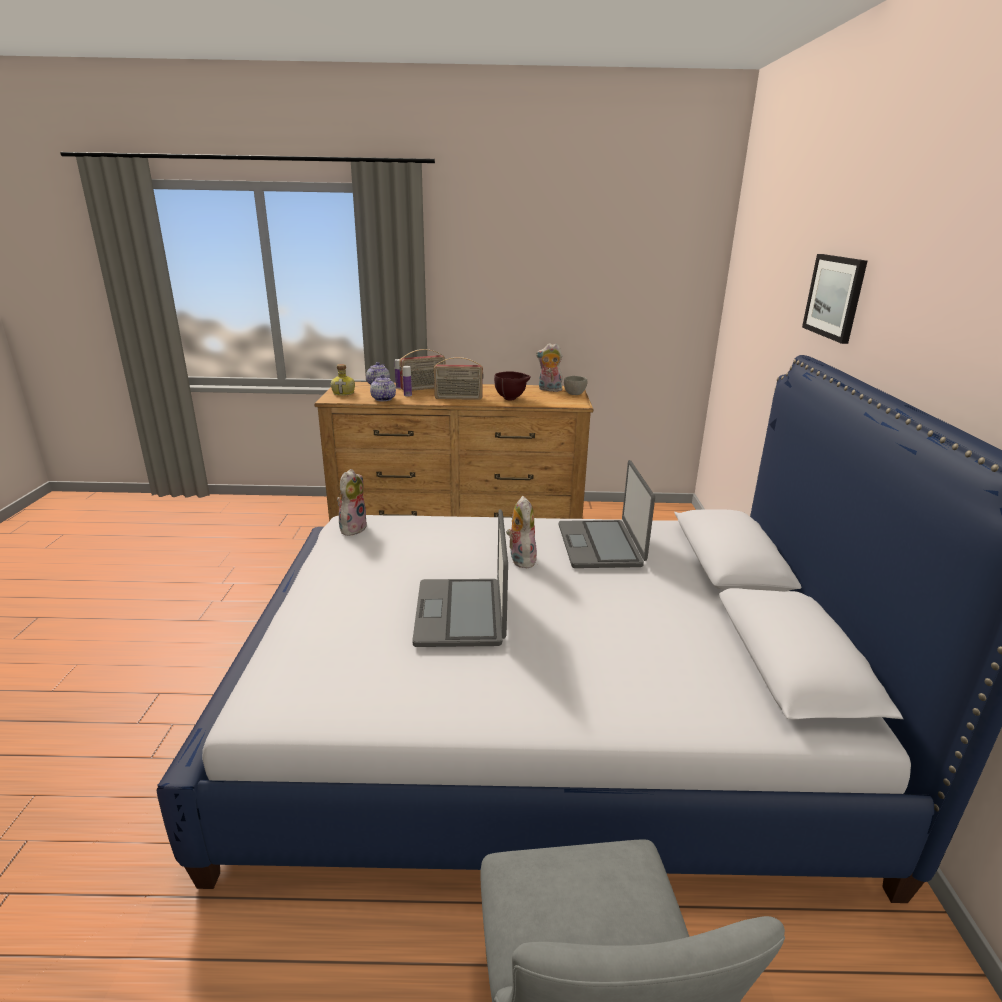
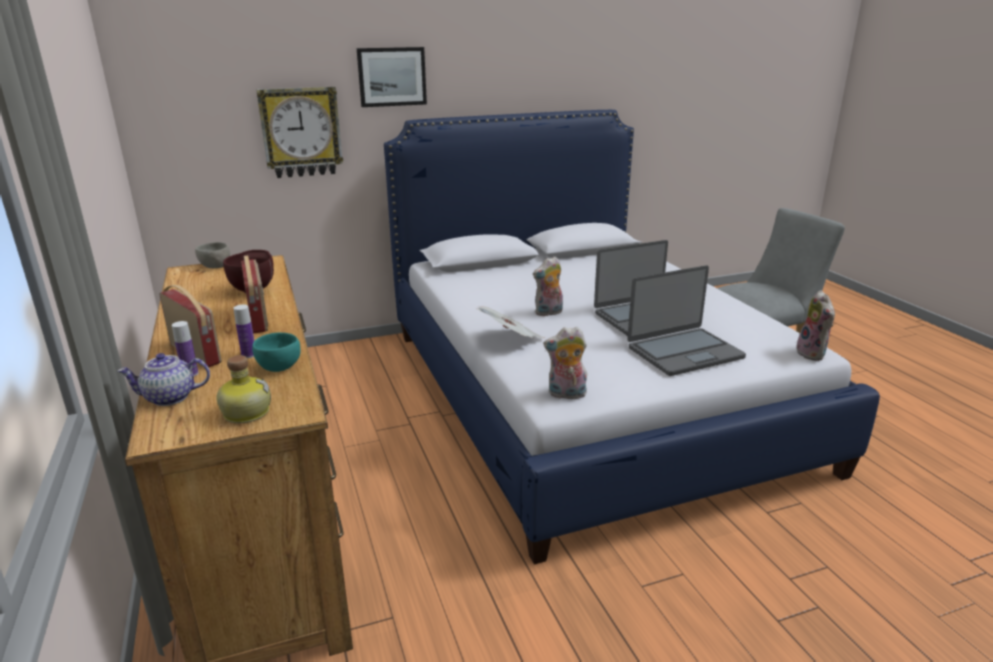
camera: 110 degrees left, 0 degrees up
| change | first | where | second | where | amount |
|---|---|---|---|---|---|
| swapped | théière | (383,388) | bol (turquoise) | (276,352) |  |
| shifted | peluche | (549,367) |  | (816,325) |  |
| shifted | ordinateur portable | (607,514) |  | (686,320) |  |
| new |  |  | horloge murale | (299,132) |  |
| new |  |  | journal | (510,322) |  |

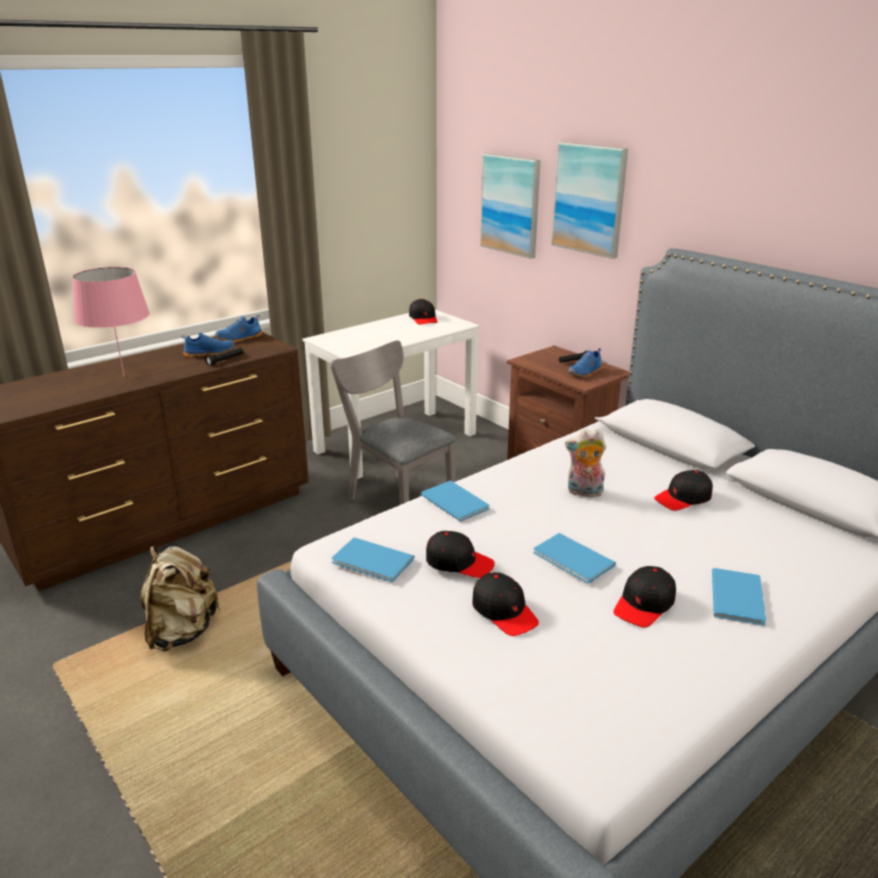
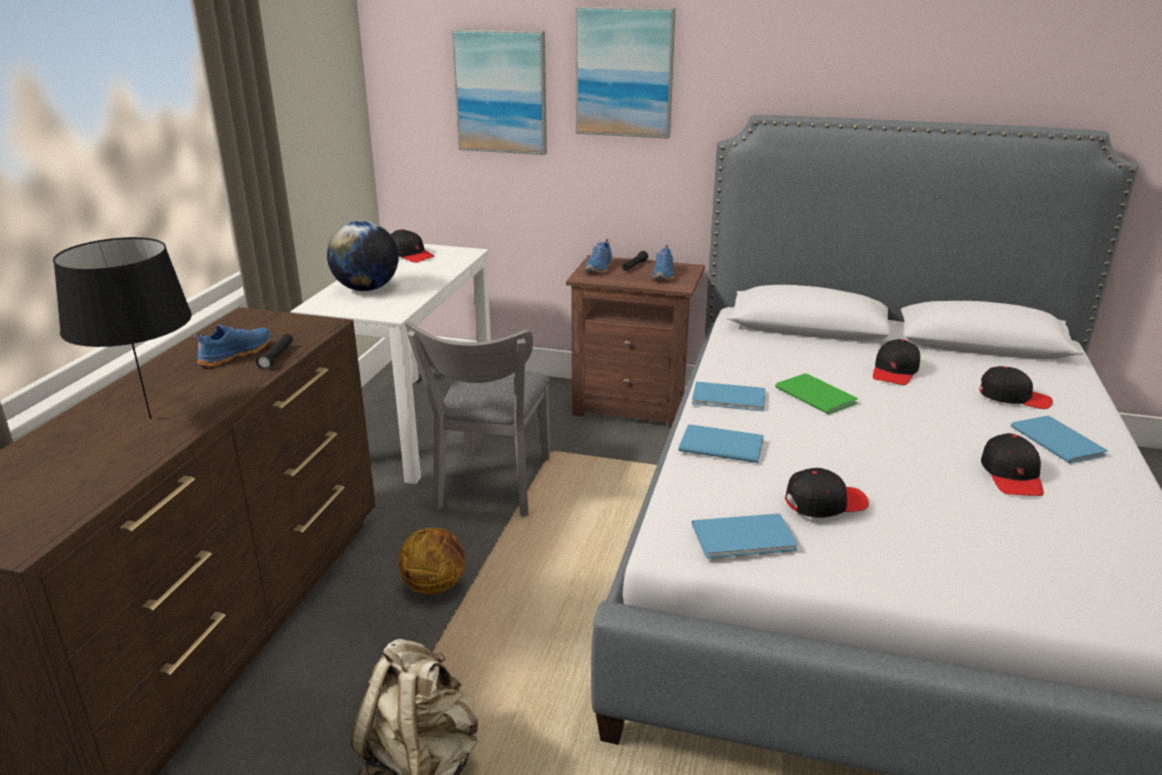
camera: 35 degrees left, 0 degrees up
| change | first | where | second | where | amount |
|---|---|---|---|---|---|
| repainted | lampe de table (rose) | (111,321) | lampe de table (noir) | (122,328) |  |
| shifted | chaussure (bleu) | (238,328) |  | (598,256) |  |
| rotated | chaise (gris) | (394,422) |  | (477,419) | 90 degrees counterclockwise |
| shifted | casquette (noir) | (505,604) |  | (1016,387) |  |
| shifted | livre (bleu) | (574,558) |  | (729,396) |  |
| swapped | peluche | (585,463) | livre (vert) | (816,394) |  |
| new |  |  | globe | (363,256) |  |
| new |  |  | ballon de basket | (431,561) |  |

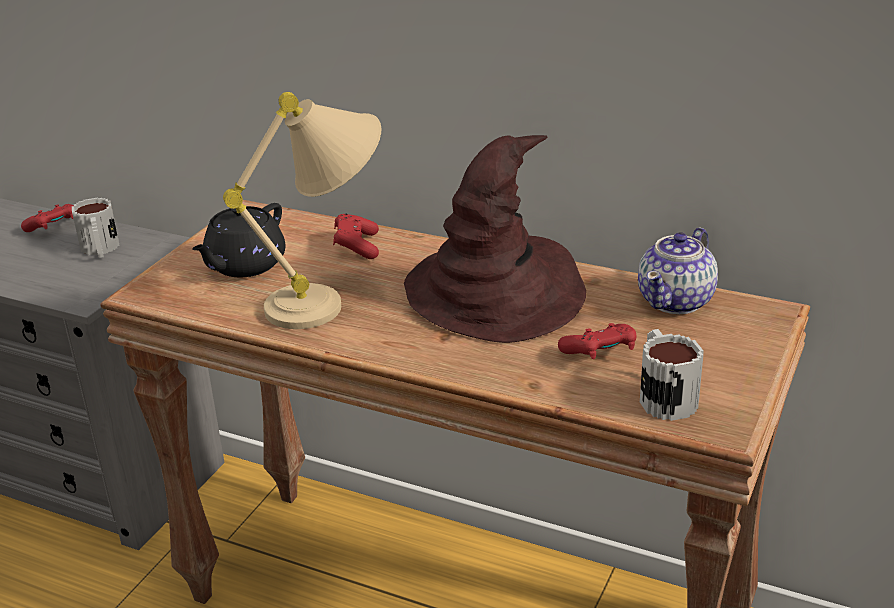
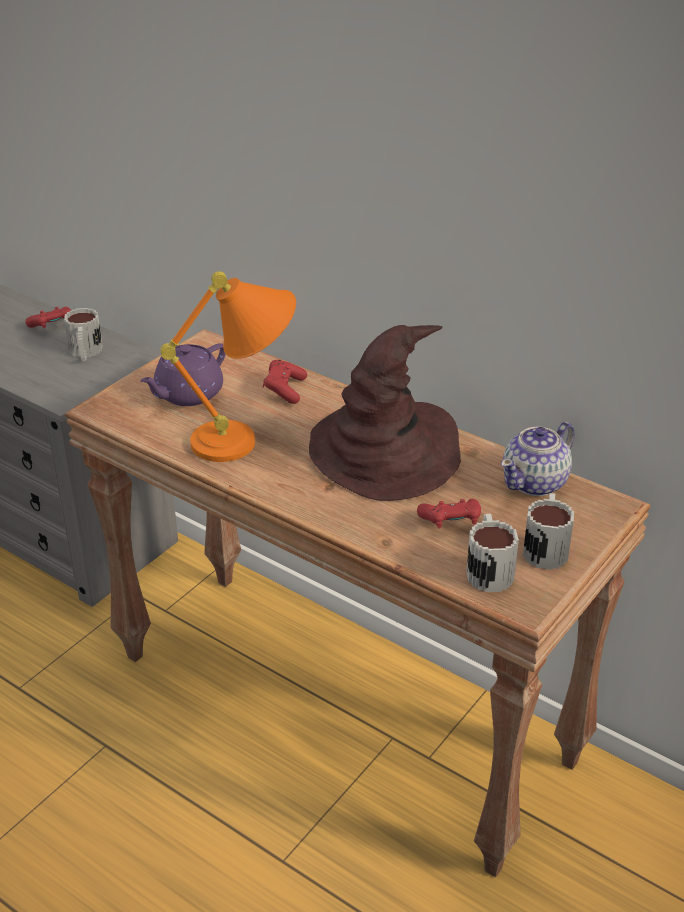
camera: 10 degrees right, 5 degrees up
| change | first | where | second | where | amount |
|---|---|---|---|---|---|
| repainted | théière (noir) | (239,240) | théière (violet) | (183,374) |  |
| repainted | lampe de table (beige) | (302,210) | lampe de table (orange) | (228,366) |  |
| new |  |  | mug | (548,531) |  |

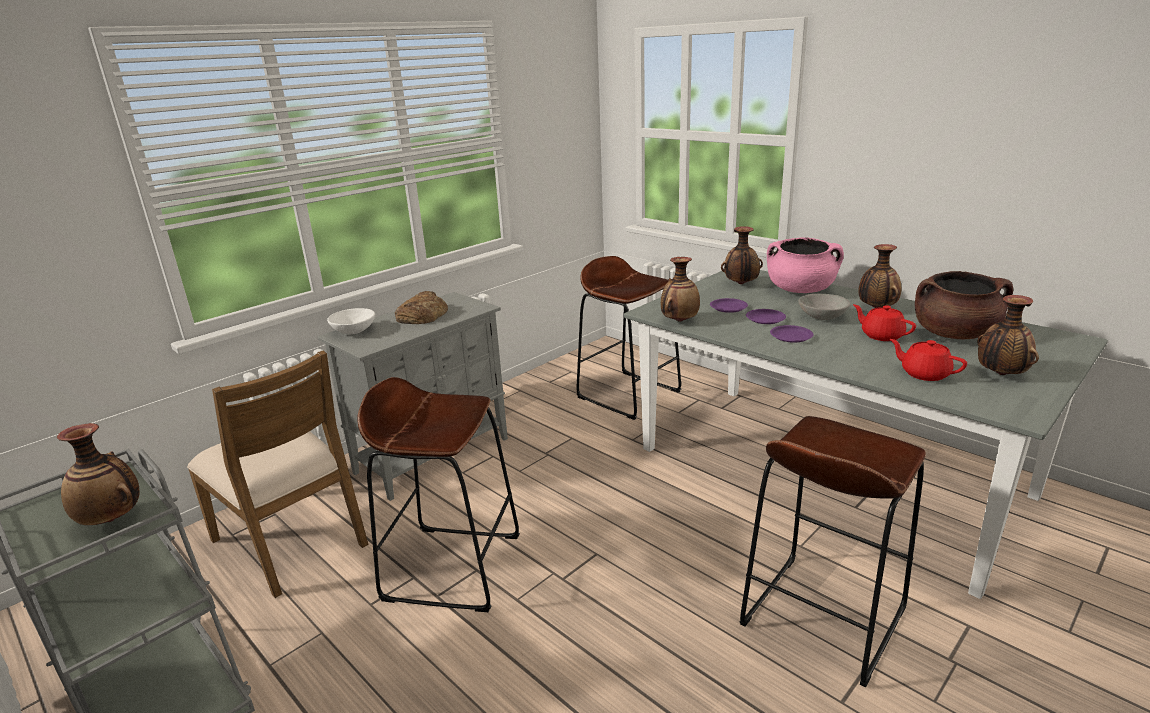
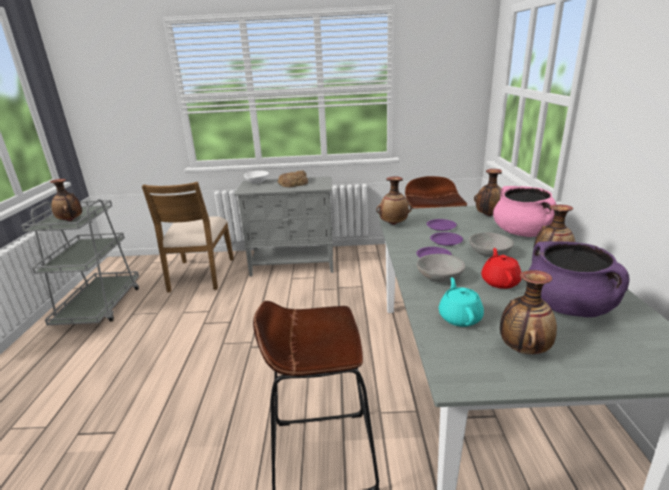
camera: 45 degrees right, 0 degrees up
| change | first | where | second | where | amount |
|---|---|---|---|---|---|
| gone | tabouret (marron) | (438,494) |  |  |  |
| repainted | théière (rouge) | (928,360) | théière (turquoise) | (461,302) |  |
| repainted | marmite (marron) | (964,305) | marmite (violet) | (578,279) |  |
| new |  |  | bol (gris) | (441,268) |  |

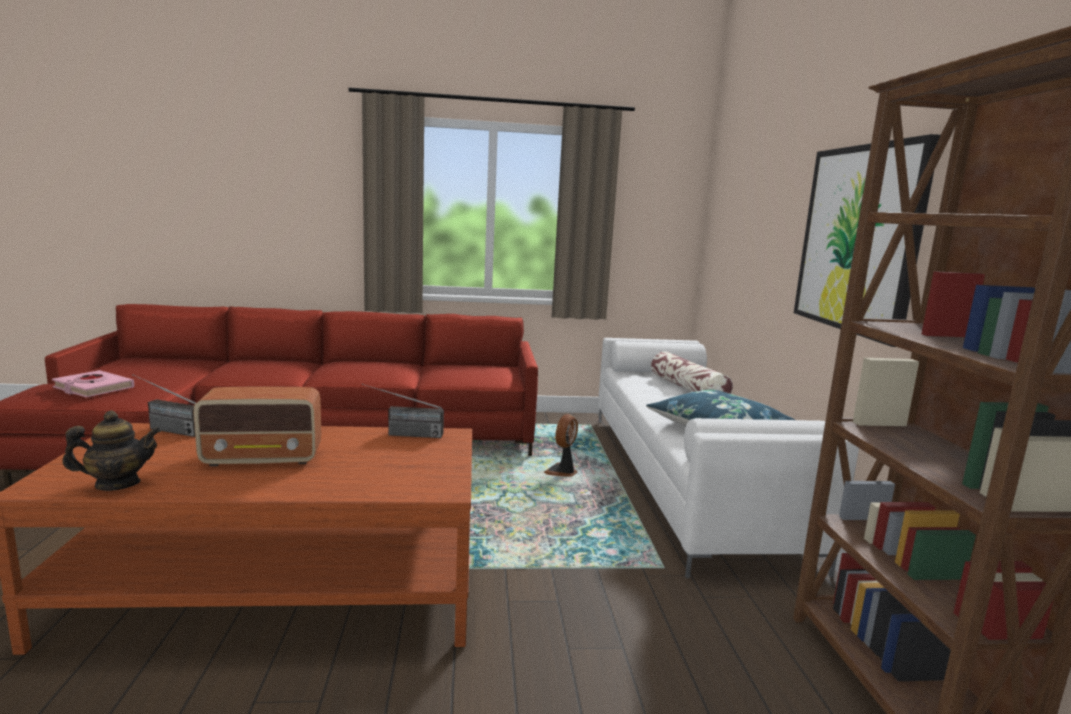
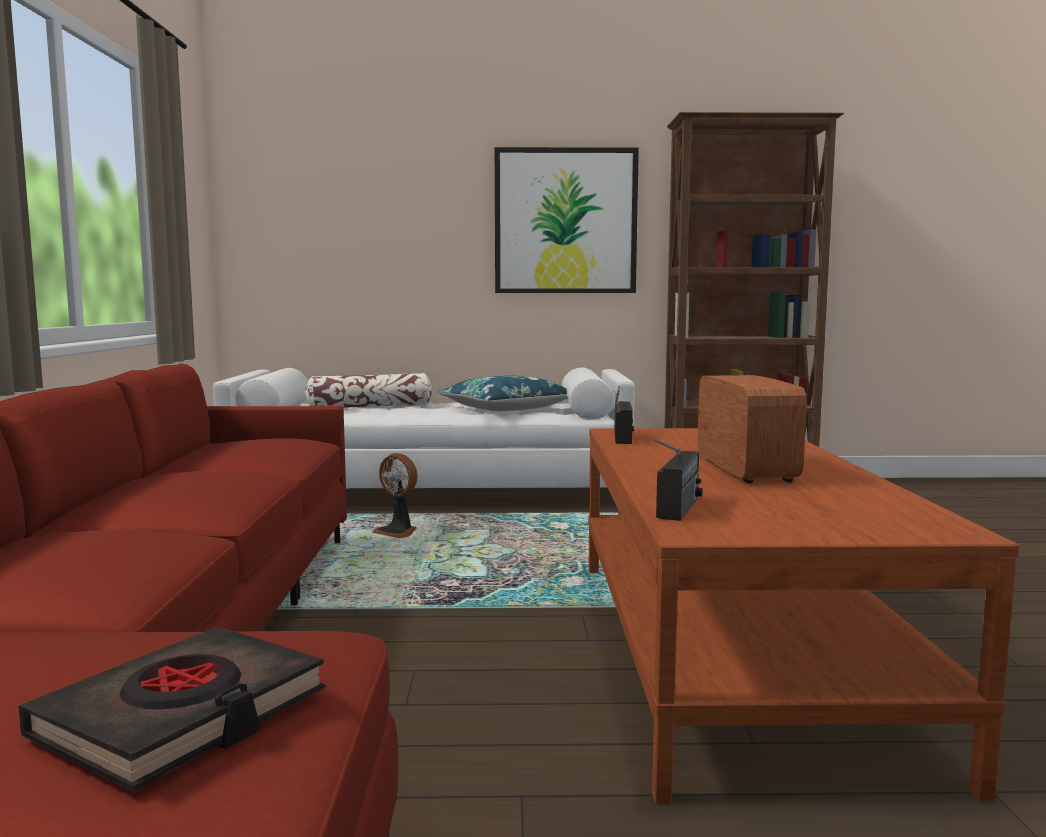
camera: 85 degrees left, 5 degrees down
| change | first | where | second | where | amount |
|---|---|---|---|---|---|
| repainted | livre (rose) | (93,383) | livre (noir) | (171,709) |  |
| gone | théière | (111,450) |  |  |  |

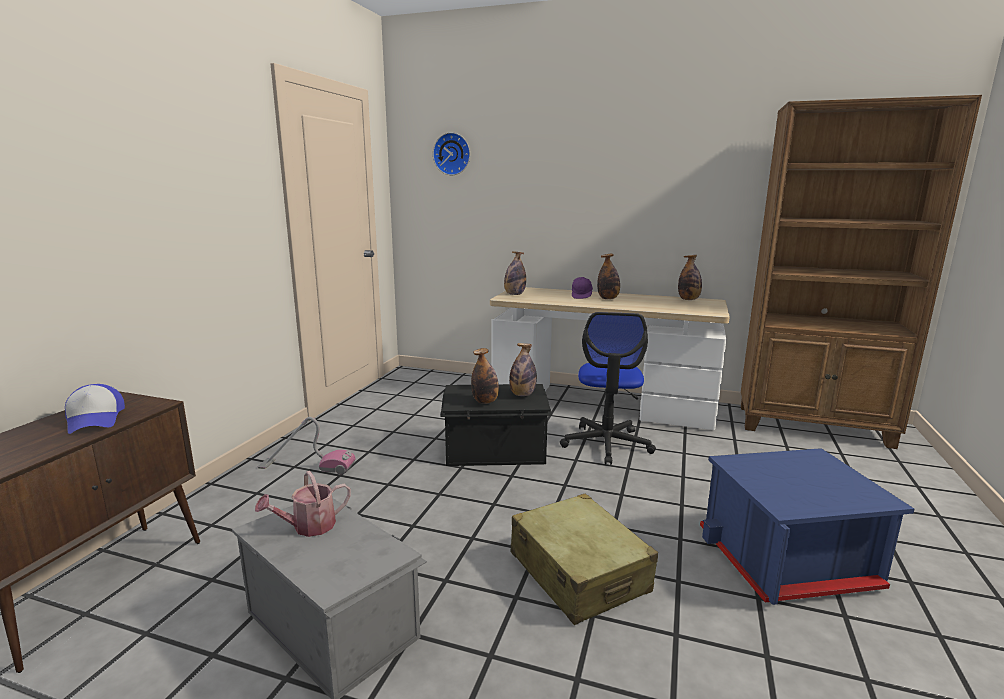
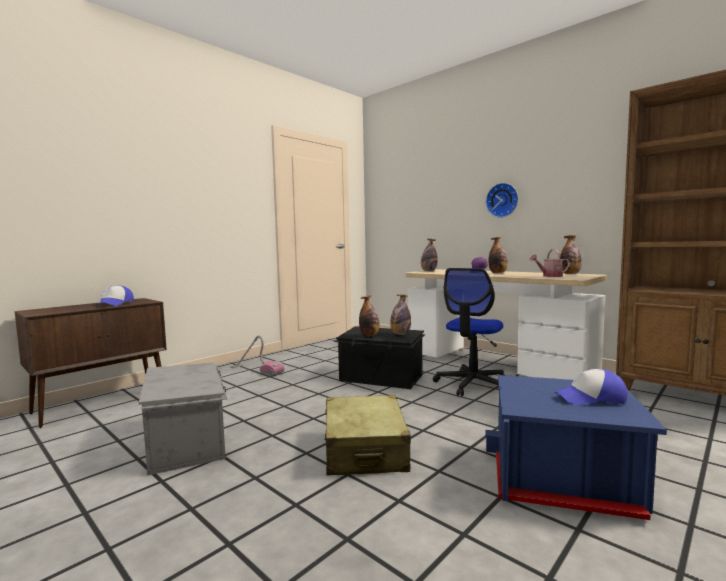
camera: 25 degrees right, 10 degrees down
| change | first | where | second | where | amount |
|---|---|---|---|---|---|
| shifted | arrosoir | (303,504) |  | (549,263) |  |
| shifted | horloge murale | (451,153) |  | (502,200) |  |
| new |  |  | casquette | (591,387) |  |

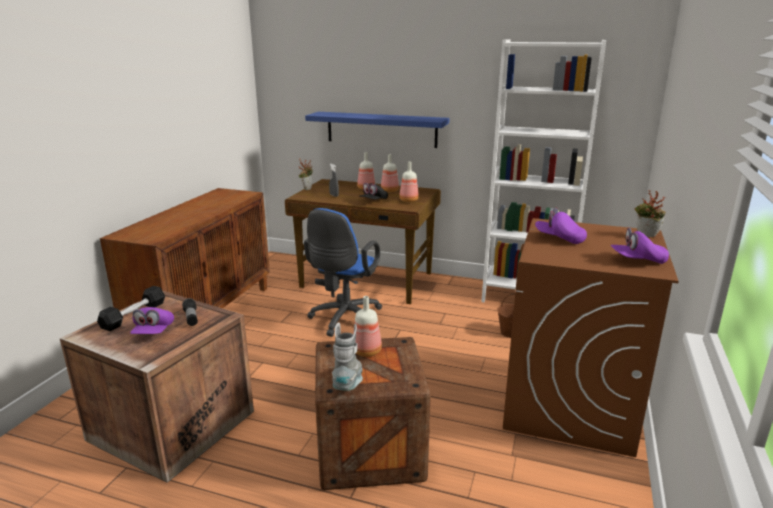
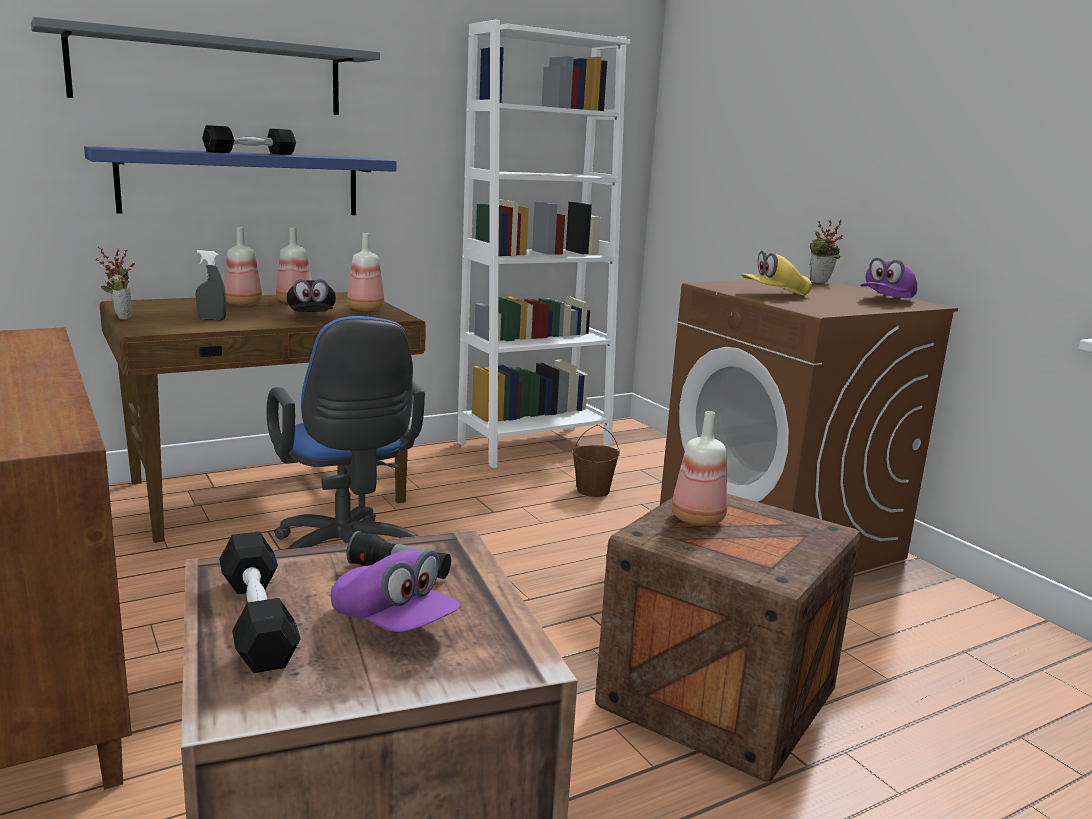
camera: 50 degrees left, 5 degrees down
| change | first | where | second | where | amount |
|---|---|---|---|---|---|
| gone | botte (gris) | (347,357) |  |  |  |
| repainted | casquette (violet) | (561,226) | casquette (jaune) | (776,273) |  |
| new |  |  | étagère (gris) | (205,66) |  |
| new |  |  | haltère (noir) | (249,140) |  |

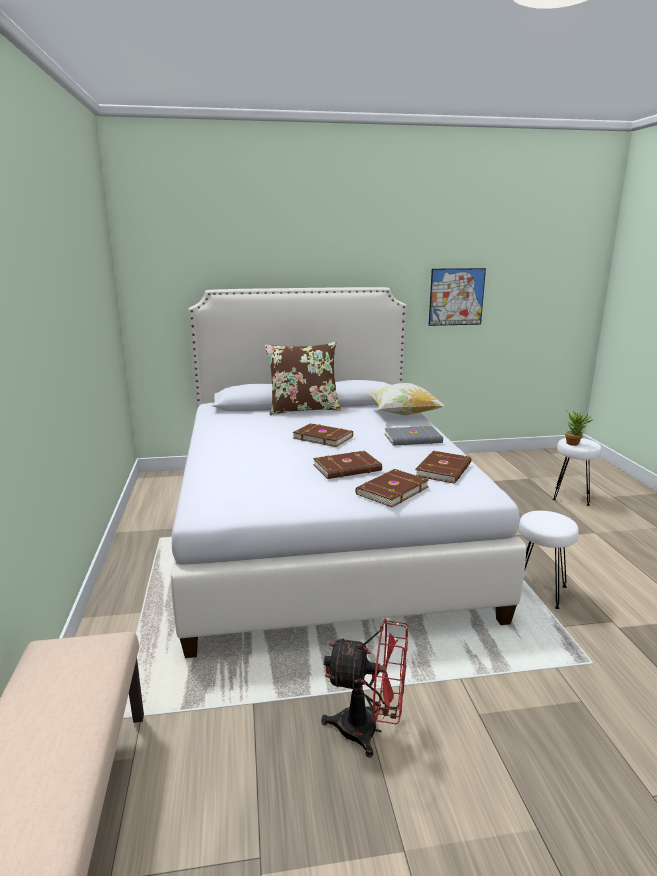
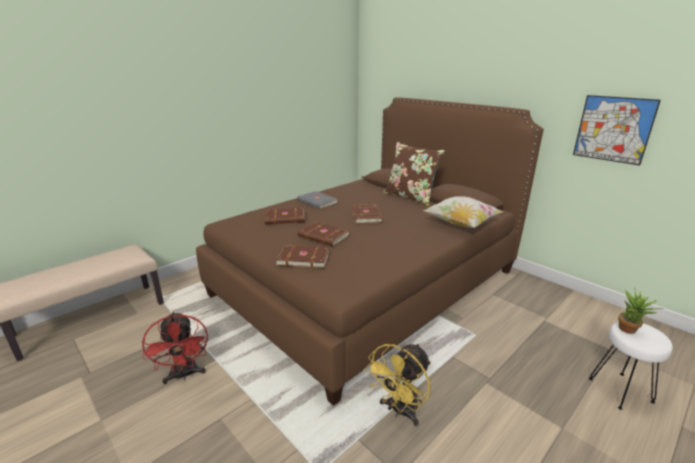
camera: 55 degrees right, 5 degrees up
| change | first | where | second | where | amount |
|---|---|---|---|---|---|
| repainted | lit (blanc) | (348,472) | lit (marron) | (369,251) |  |
| shifted | livre (gris) | (414,436) |  | (317,200) |  |
| shifted | livre (marron) | (443,467) |  | (284,216) |  |
| swapped | tabouret (blanc) | (549,560) | ventilateur (jaune) | (397,385) |  |

